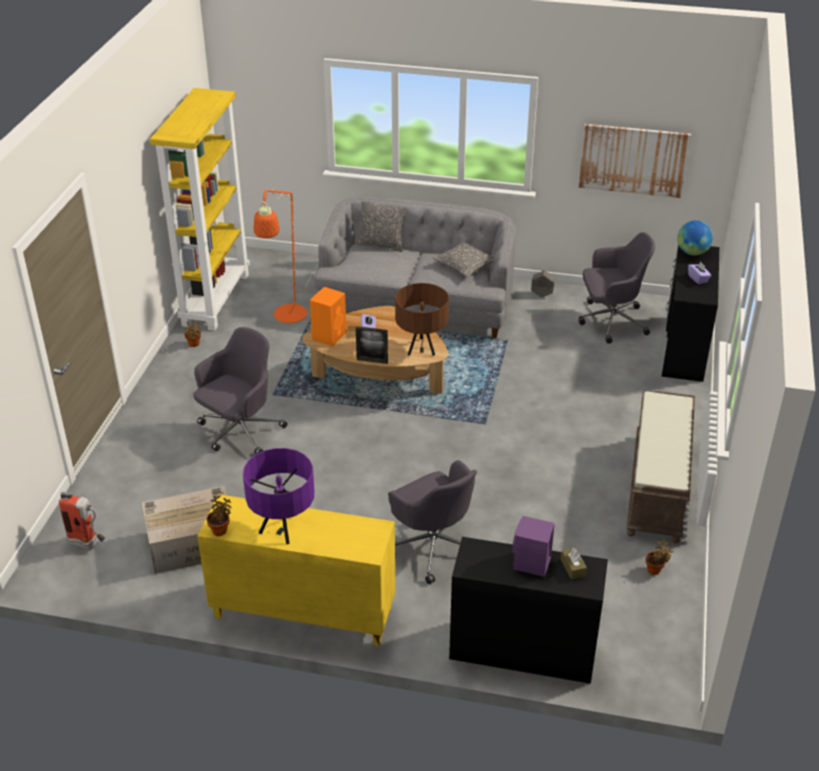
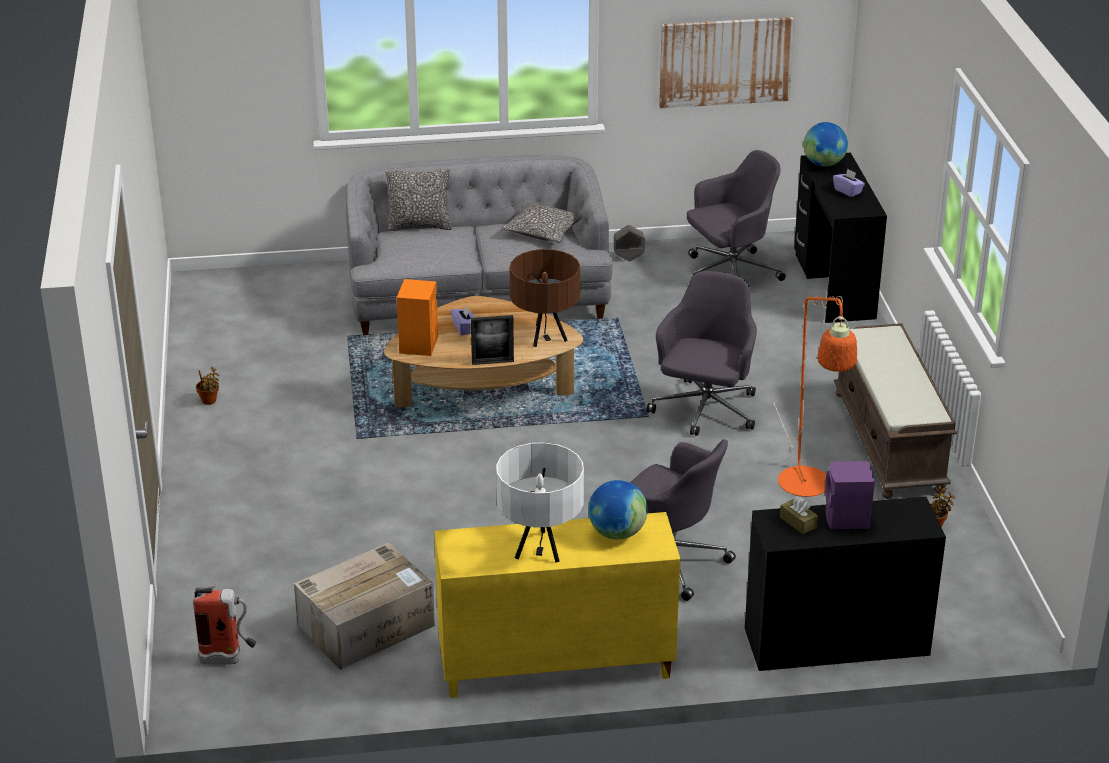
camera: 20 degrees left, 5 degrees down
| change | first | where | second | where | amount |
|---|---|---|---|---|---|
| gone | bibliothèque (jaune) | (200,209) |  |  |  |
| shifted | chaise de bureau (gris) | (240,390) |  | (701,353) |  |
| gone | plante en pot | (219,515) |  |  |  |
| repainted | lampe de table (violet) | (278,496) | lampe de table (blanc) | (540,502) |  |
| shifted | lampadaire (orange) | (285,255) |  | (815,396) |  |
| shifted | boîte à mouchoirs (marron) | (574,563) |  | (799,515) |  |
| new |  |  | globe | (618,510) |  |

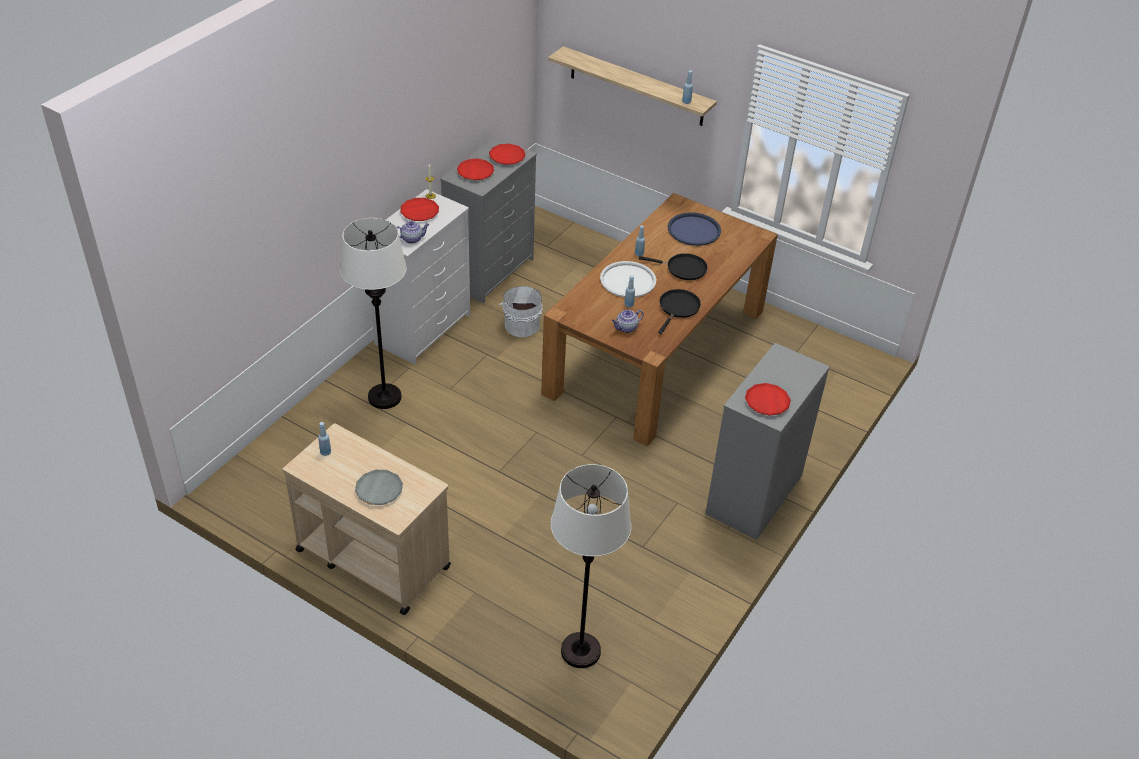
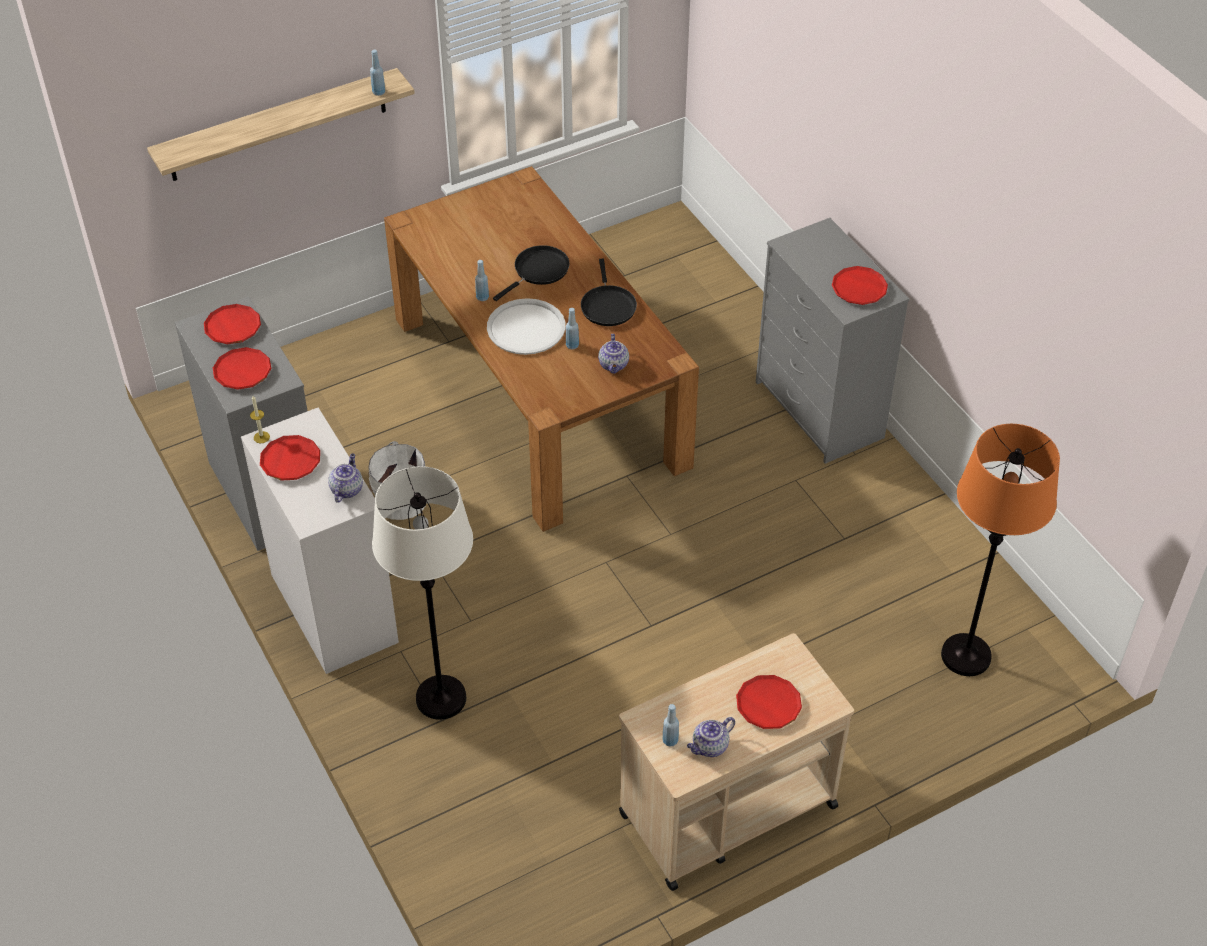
camera: 60 degrees left, 5 degrees up
| change | first | where | second | where | amount |
|---|---|---|---|---|---|
| repainted | assiette (gris) | (379,487) | assiette (rouge) | (769,702) |  |
| repainted | lampadaire (blanc) | (591,566) | lampadaire (orange) | (1000,550) |  |
| rotated | poêle (noir) | (679,311) |  | (609,292) | 150 degrees counterclockwise |
| gone | plateau (bleu) | (694,229) |  |  |  |
| new |  |  | théière | (711,737) |  |

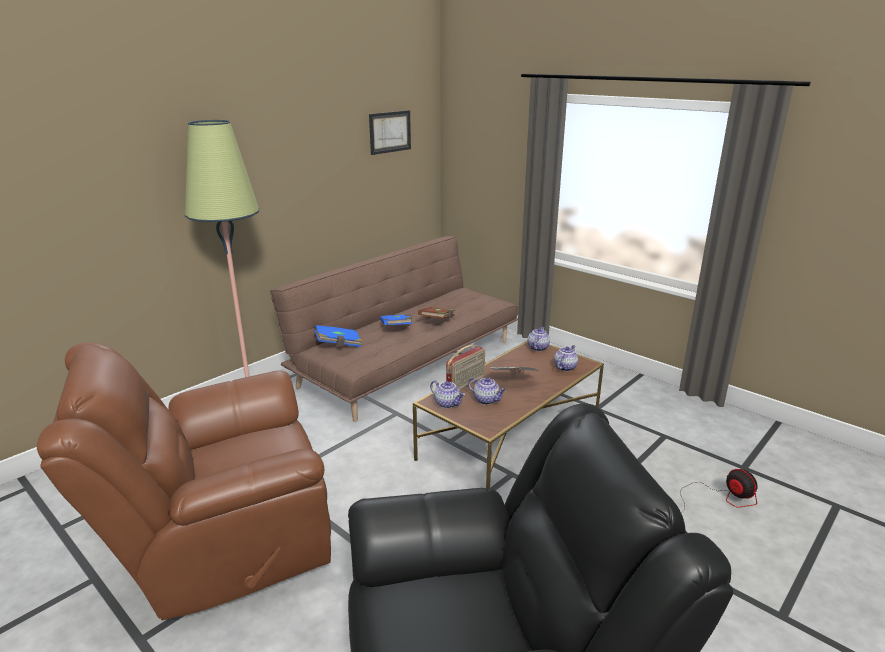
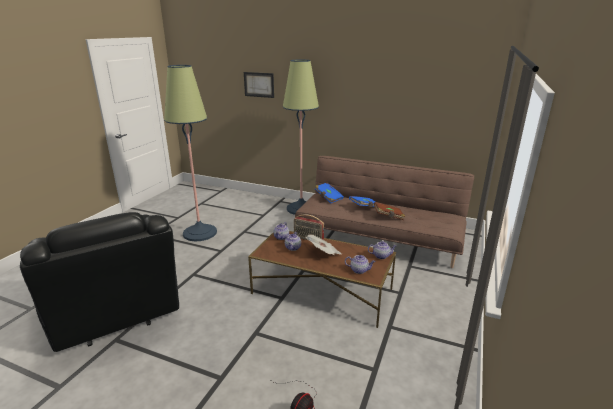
camera: 70 degrees right, 0 degrees up
| change | first | where | second | where | amount |
|---|---|---|---|---|---|
| swapped | fauteuil (marron) | (184,481) | lampadaire | (190,153) |  |
| shifted | tableau | (390,132) |  | (259,85) |  |

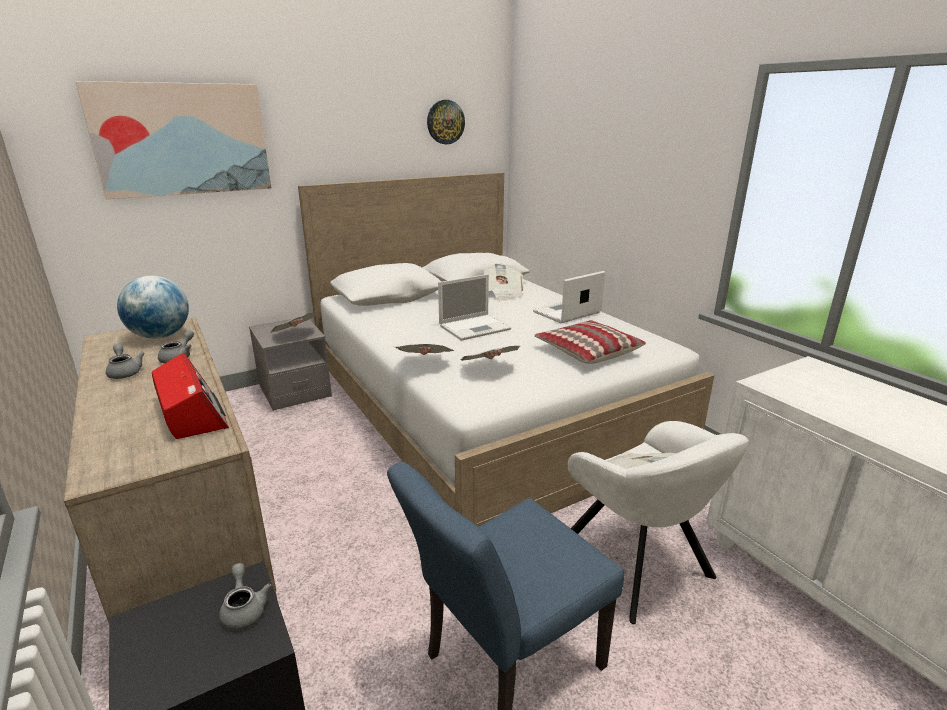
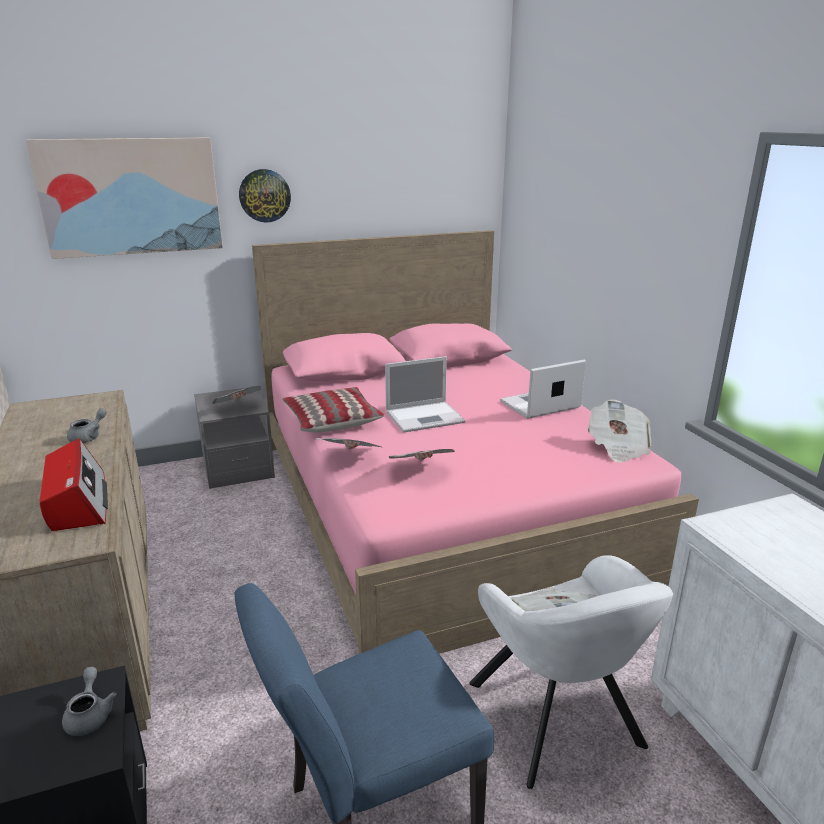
camera: 10 degrees right, 0 degrees up
| change | first | where | second | where | amount |
|---|---|---|---|---|---|
| gone | théière (gris) | (125,361) |  |  |  |
| gone | globe | (153,307) |  |  |  |
| repainted | lit (blanc) | (506,349) | lit (rose) | (475,442) |  |
| shifted | horloge murale | (446,122) |  | (265,196) |  |
| shifted | journal | (504,282) |  | (619,431) |  |
| shifted | coussin | (590,342) |  | (333,409) |  |

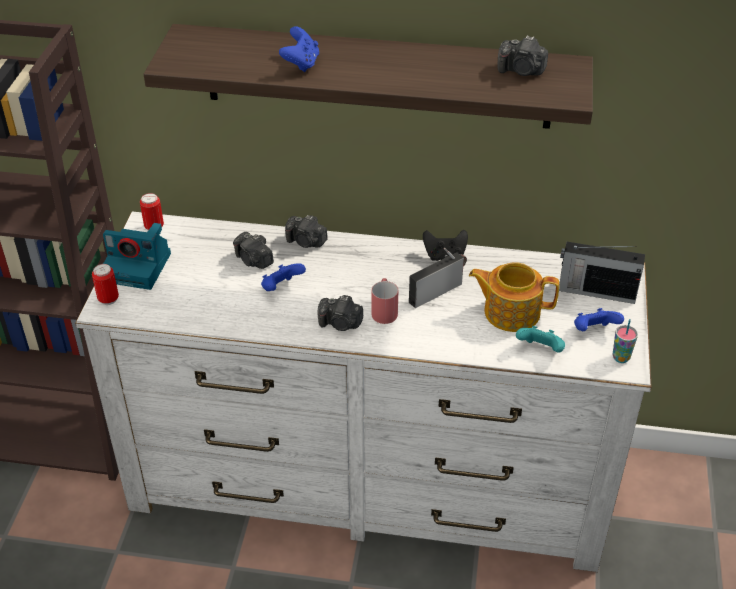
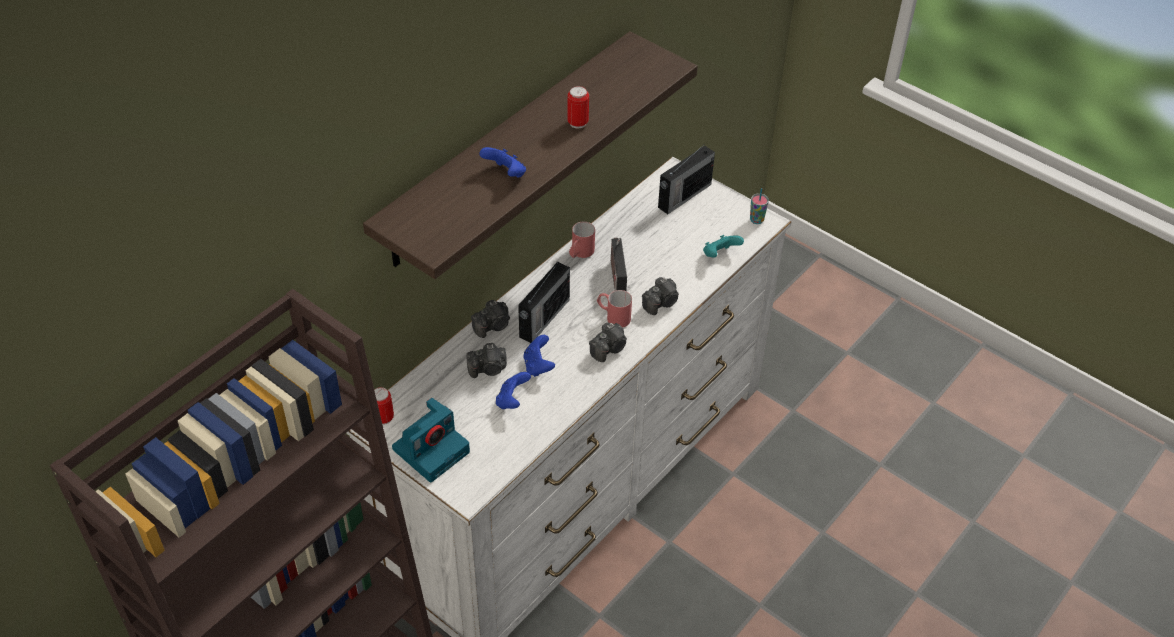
camera: 60 degrees left, 5 degrees up
| change | first | where | second | where | amount |
|---|---|---|---|---|---|
| shifted | boîte métallique | (105,284) |  | (578,107) |  |
| swapped | manette (noir) | (445,245) | mug (rouge) | (582,239) |  |
| gone | théière | (514,297) |  |  |  |
| shifted | appareil photo | (523,55) |  | (660,296) |  |
| shifted | manette (bleu) | (599,319) |  | (513,390) |  |
| new |  |  | radio | (544,302) |  |

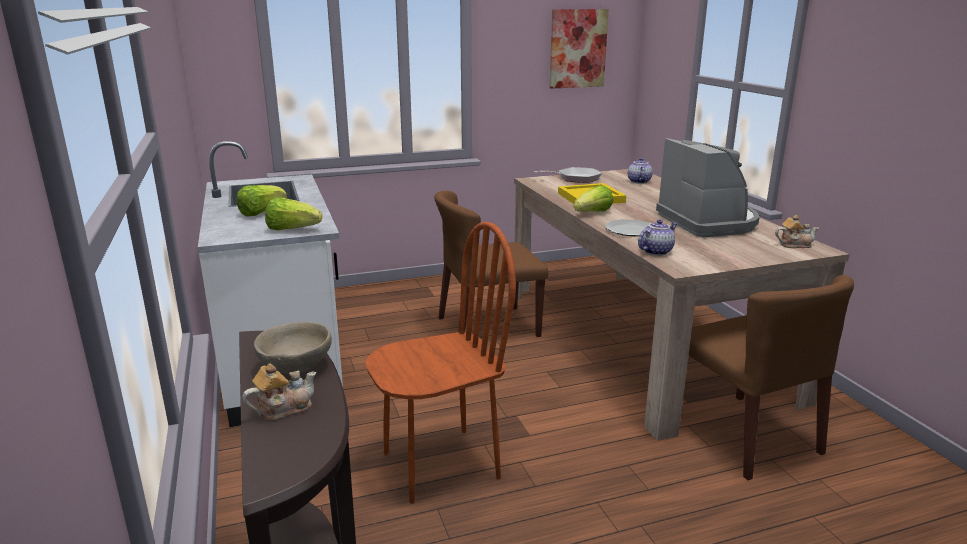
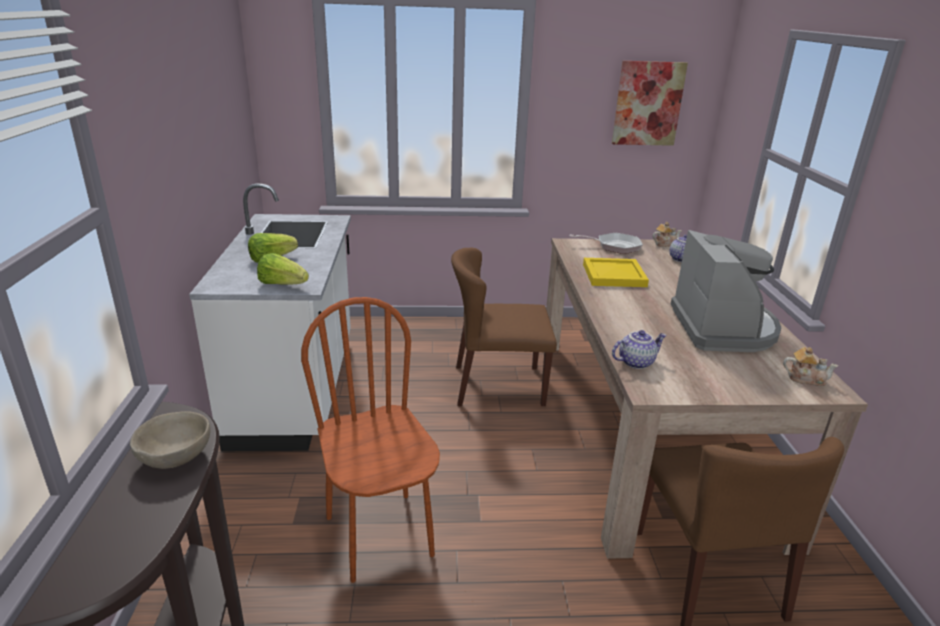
camera: 15 degrees right, 5 degrees up
| change | first | where | second | where | amount |
|---|---|---|---|---|---|
| shifted | théière | (279,392) |  | (667,234) |  |
| rotated | chaise (marron) | (440,363) |  | (370,440) | 105 degrees counterclockwise |
| gone | laitue | (593,198) |  |  |  |
| gone | assiette | (627,227) |  |  |  |

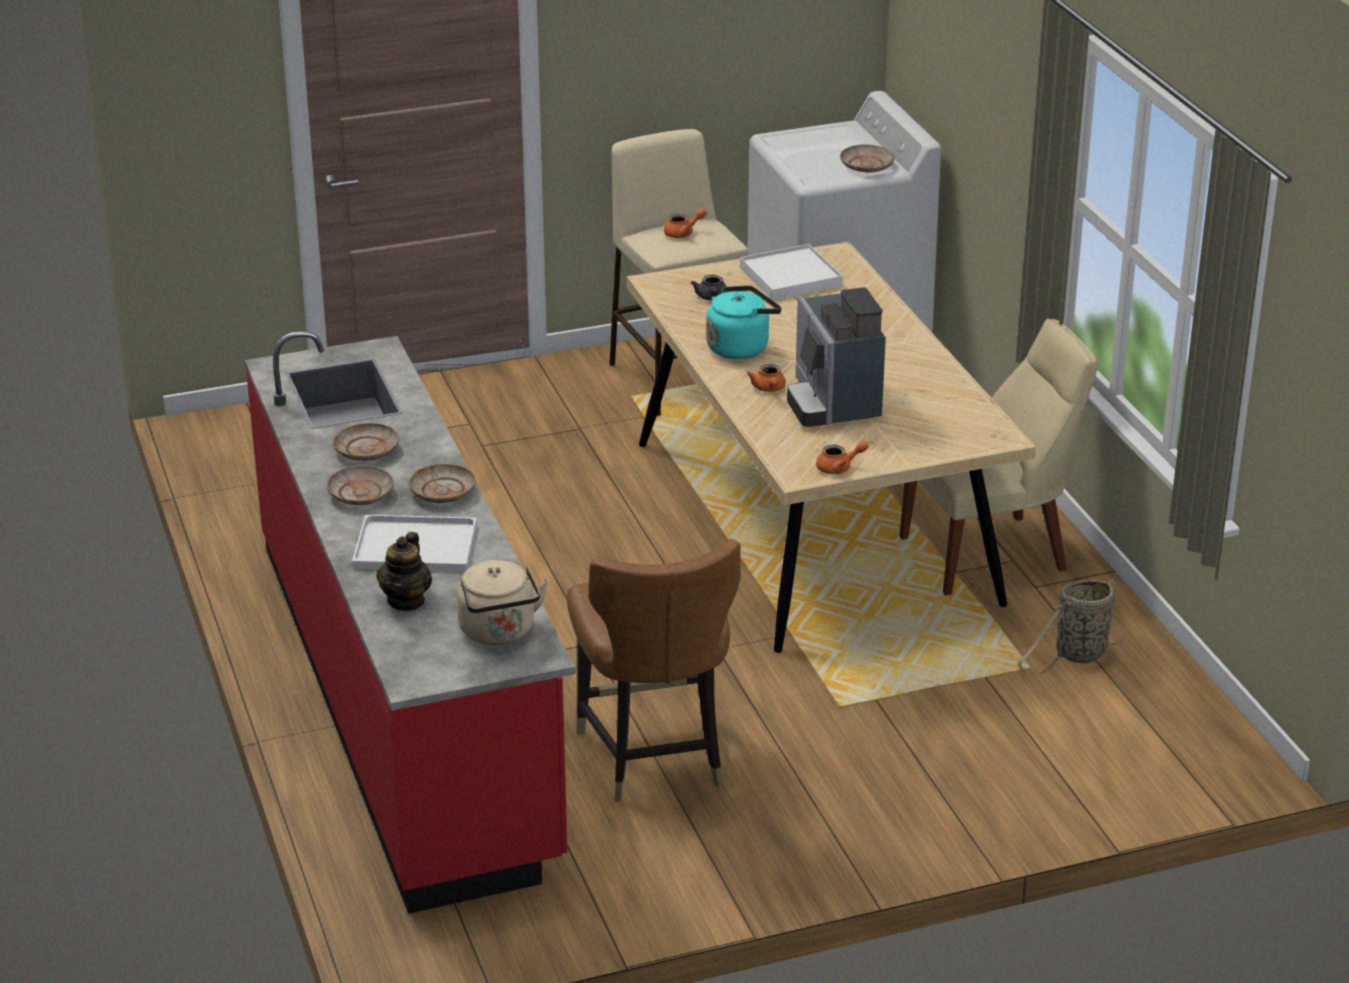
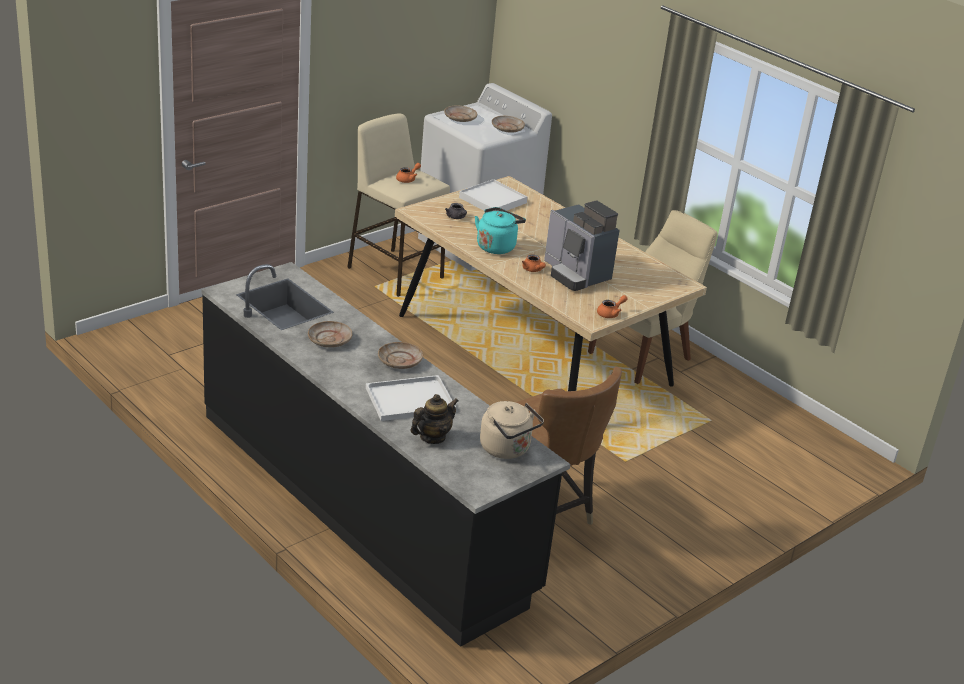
camera: 25 degrees left, 0 degrees up
| change | first | where | second | where | amount |
|---|---|---|---|---|---|
| repainted | comptoir de cuisine (rouge) | (410,622) | comptoir de cuisine (noir) | (385,454) |  |
| shifted | assiette (beige) | (360,485) |  | (460,113) |  |
| rotated | théière | (404,571) |  | (434,419) | 120 degrees counterclockwise |
| gone | panier | (1071,627) |  |  |  |

